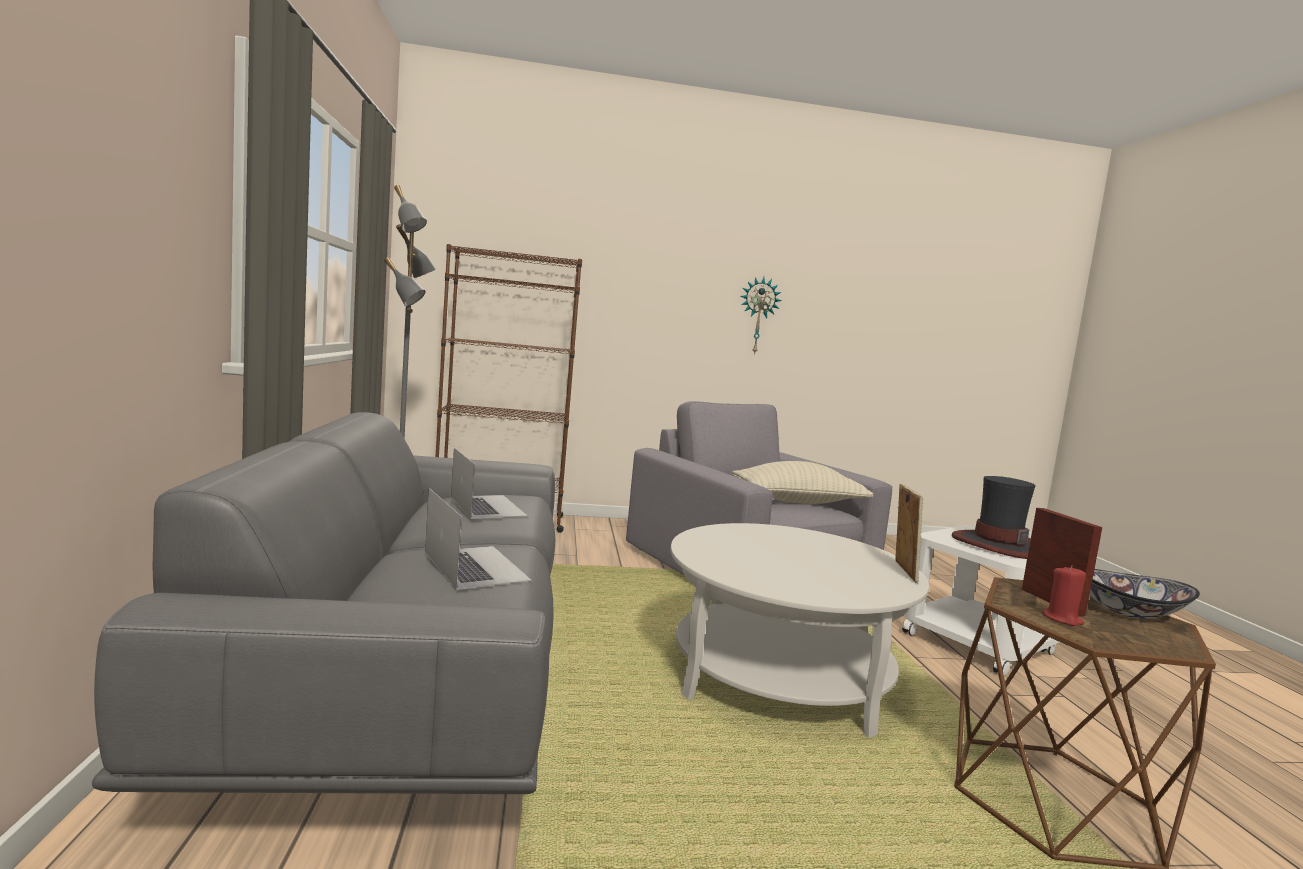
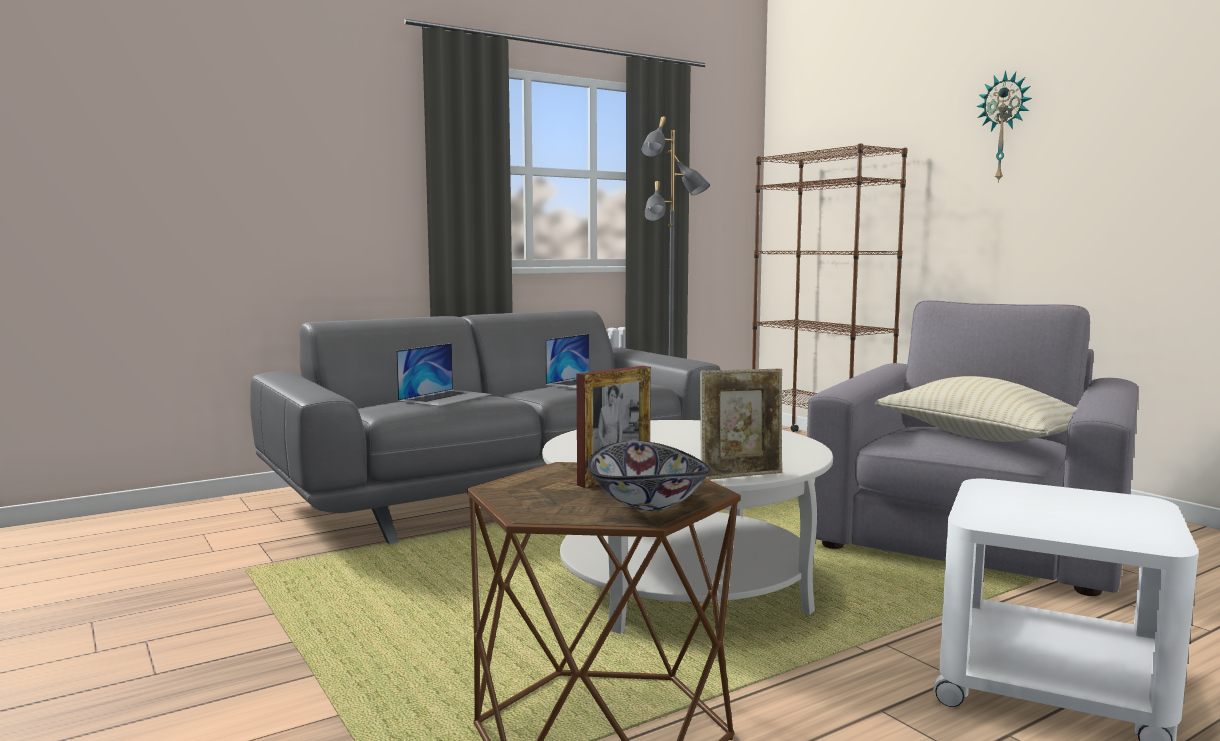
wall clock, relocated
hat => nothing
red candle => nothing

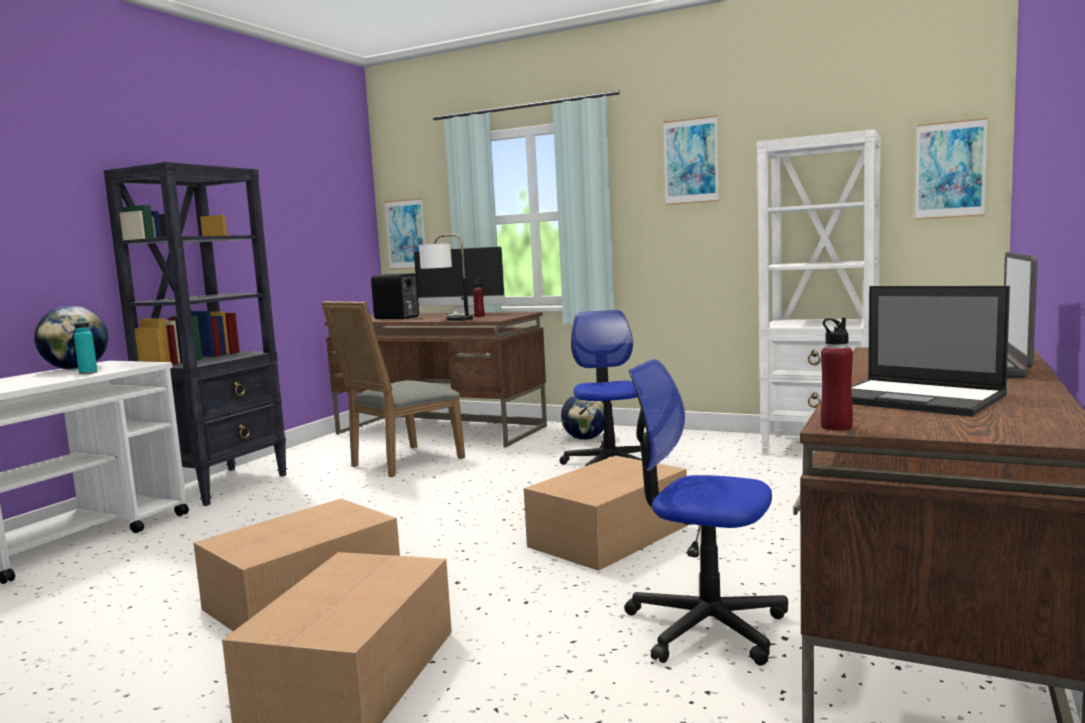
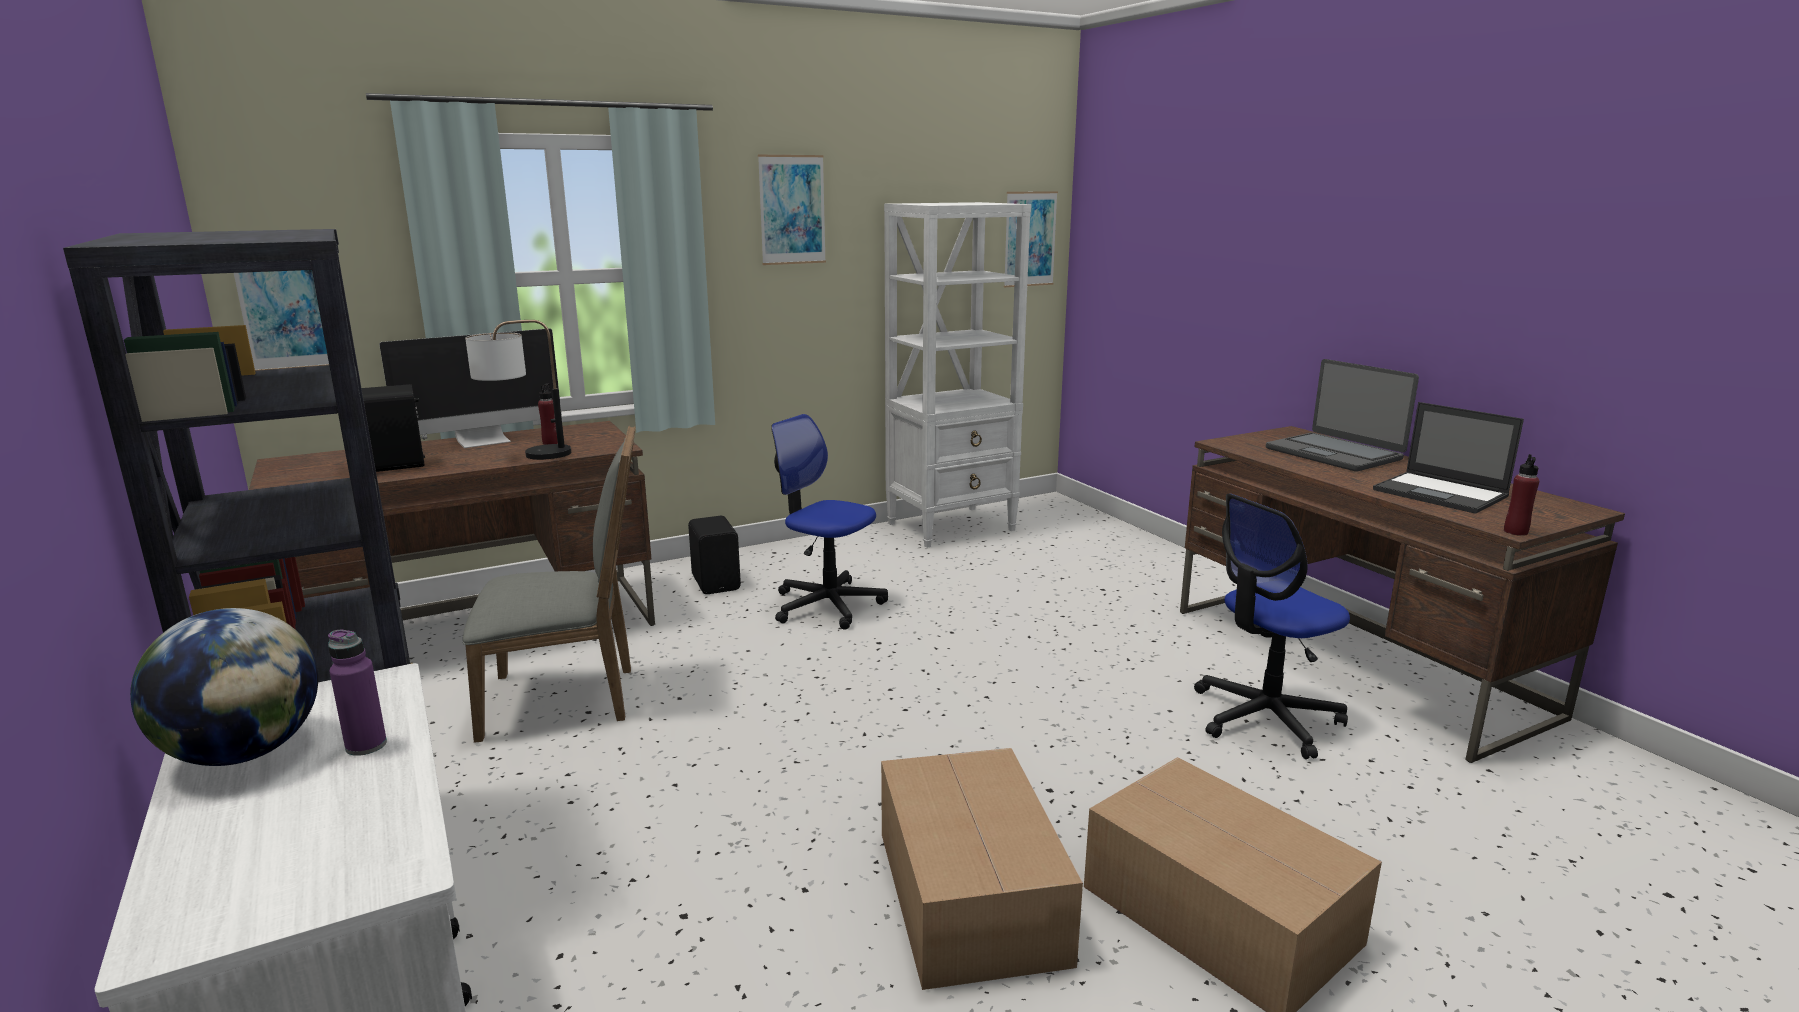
turquoise bottle => purple bottle
grey chair, 90 degrees counterclockwise
cardboard box (no. 3 from left) => nothing
globe (no. 2 from left) => black speaker (no. 2 from left)
laptop (no. 1 from left in the first image) => laptop (no. 2 from left), 60 degrees clockwise

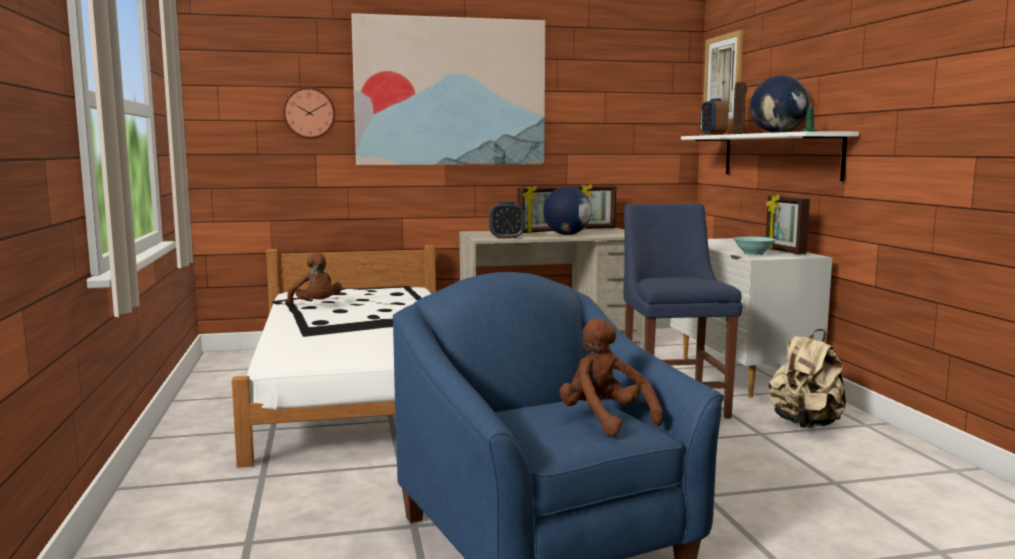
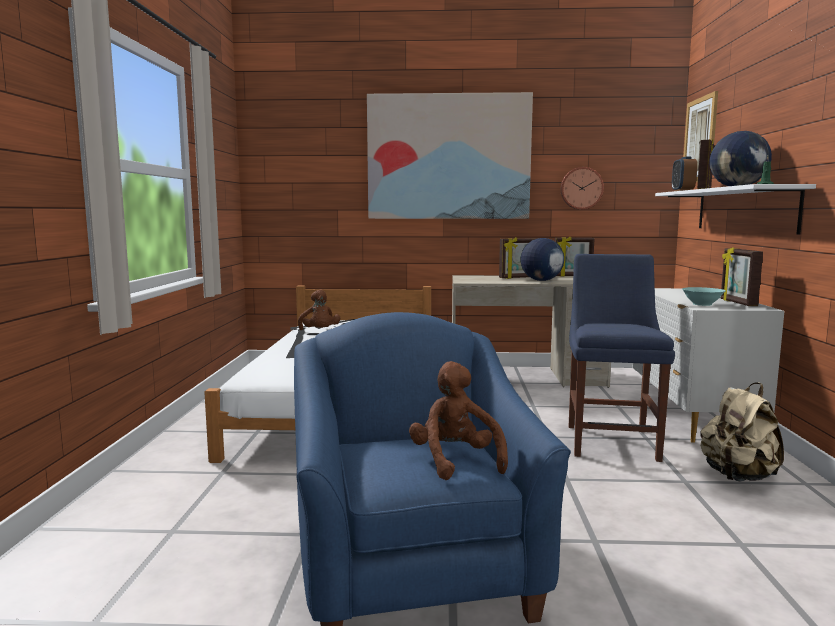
wall clock, relocated
alarm clock (no. 1 from left) => nothing

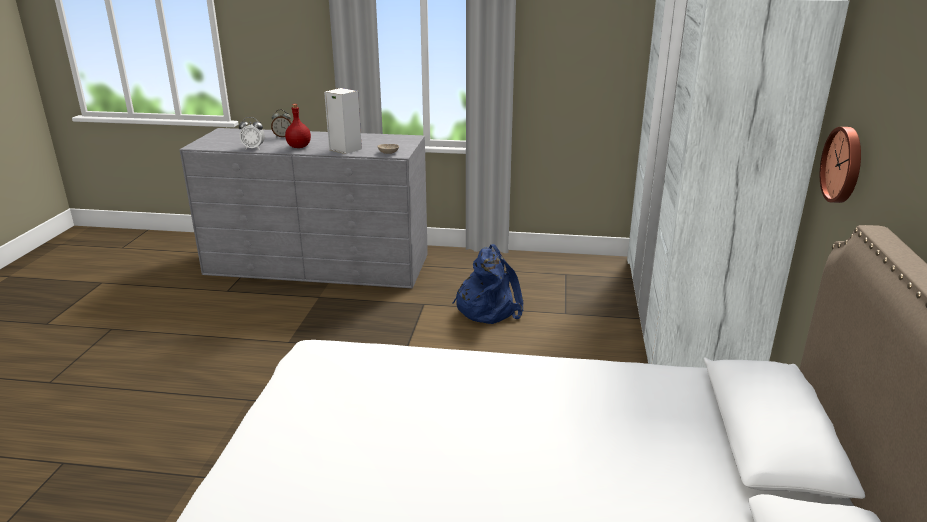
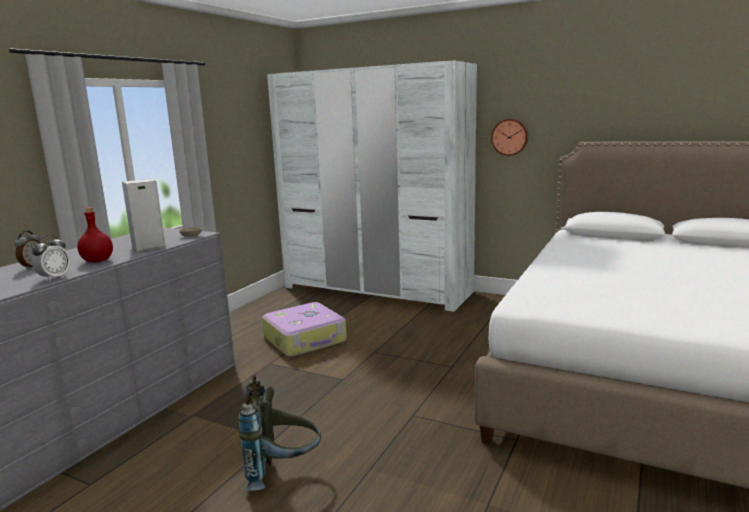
blue backpack => suitcase
nothing => grey backpack

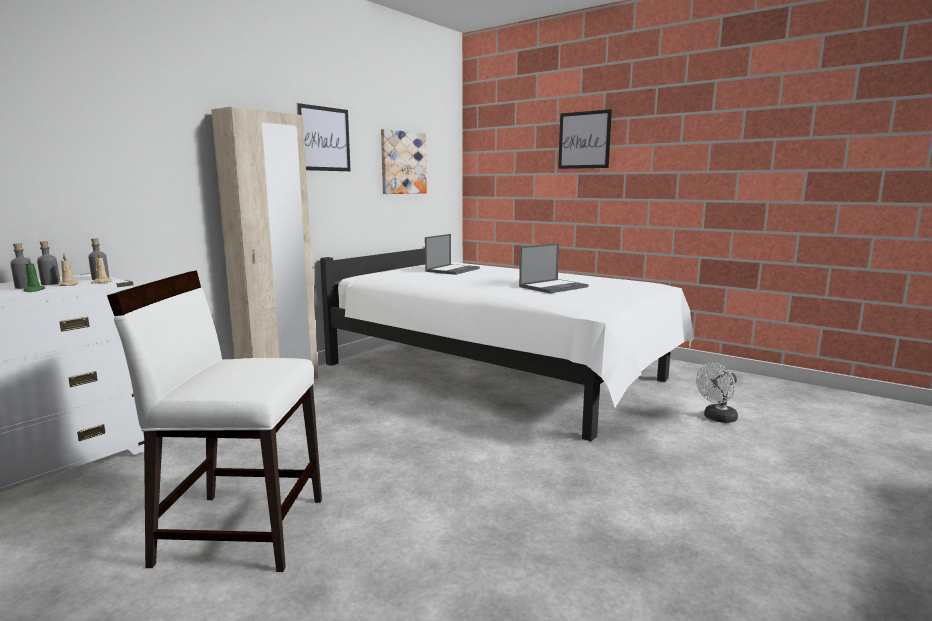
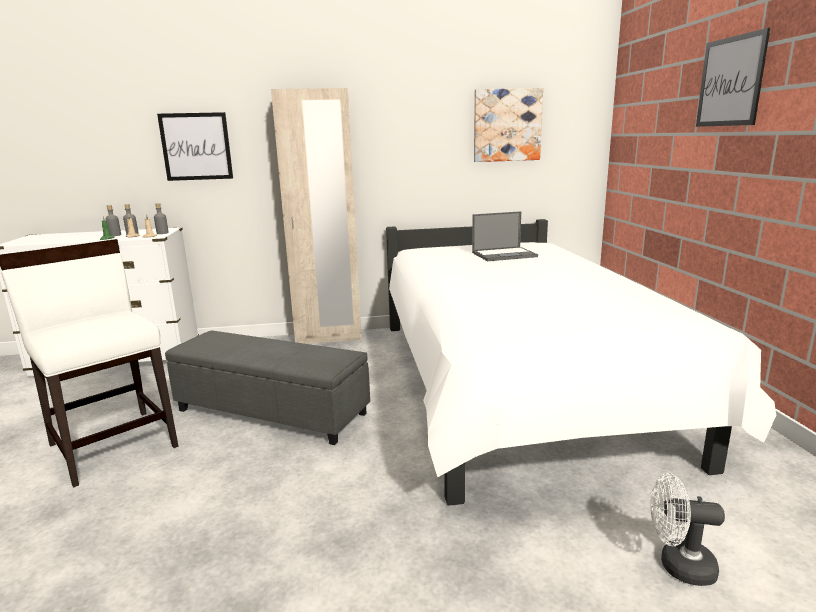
picture (no. 1 from left), relocated
laptop (no. 2 from left) => nothing
nothing => grey ottoman

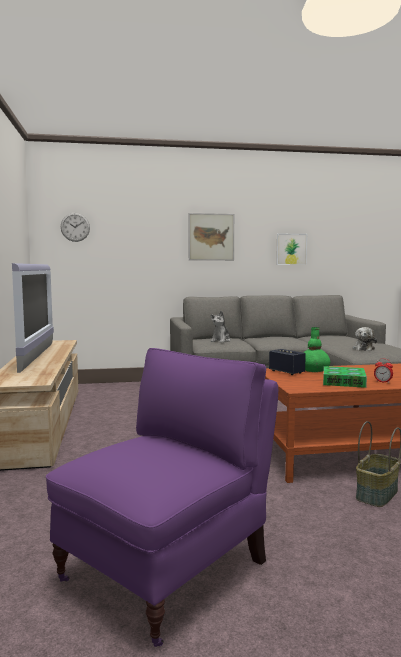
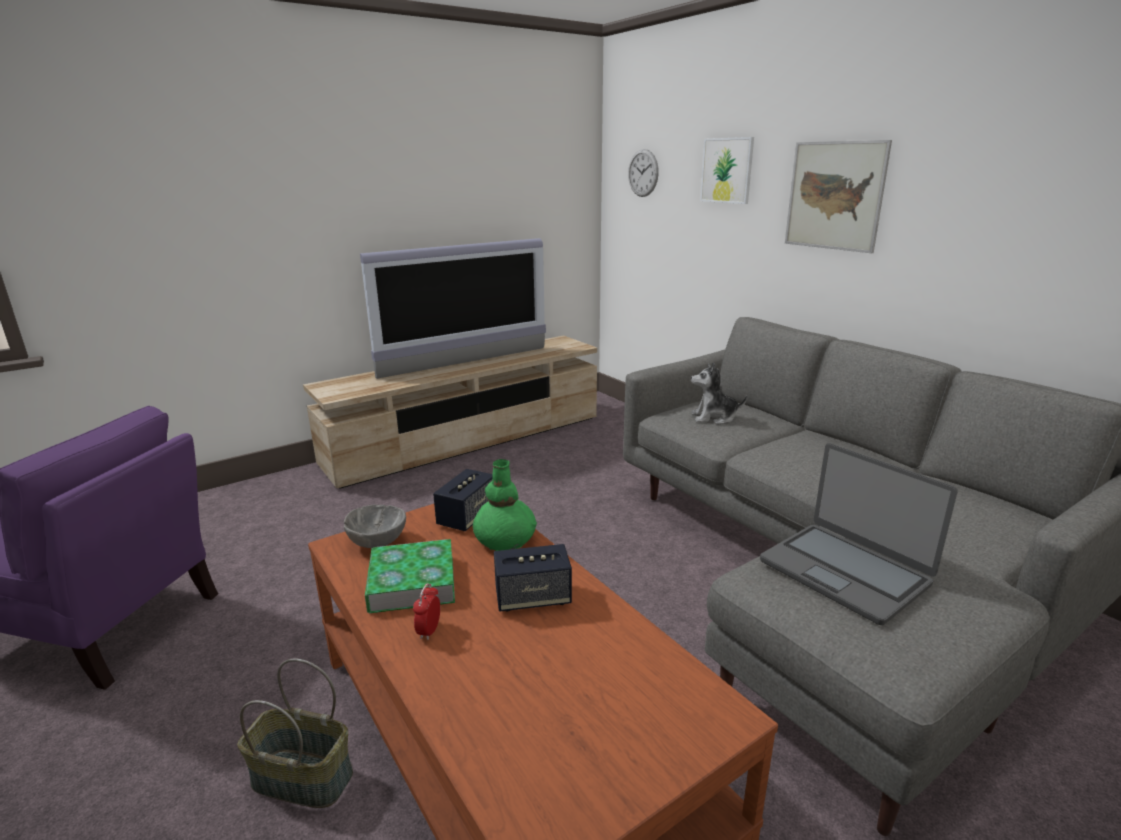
picture (no. 2 from left in the first image) => picture (no. 1 from left), relocated
plush toy (no. 2 from left) => laptop
nothing => grey bowl
nothing => speaker (no. 2 from left)

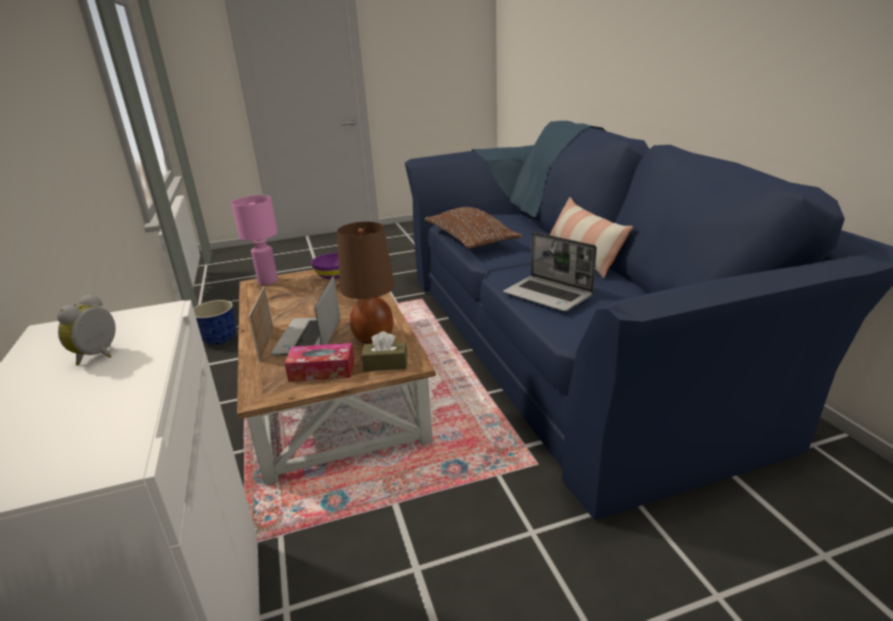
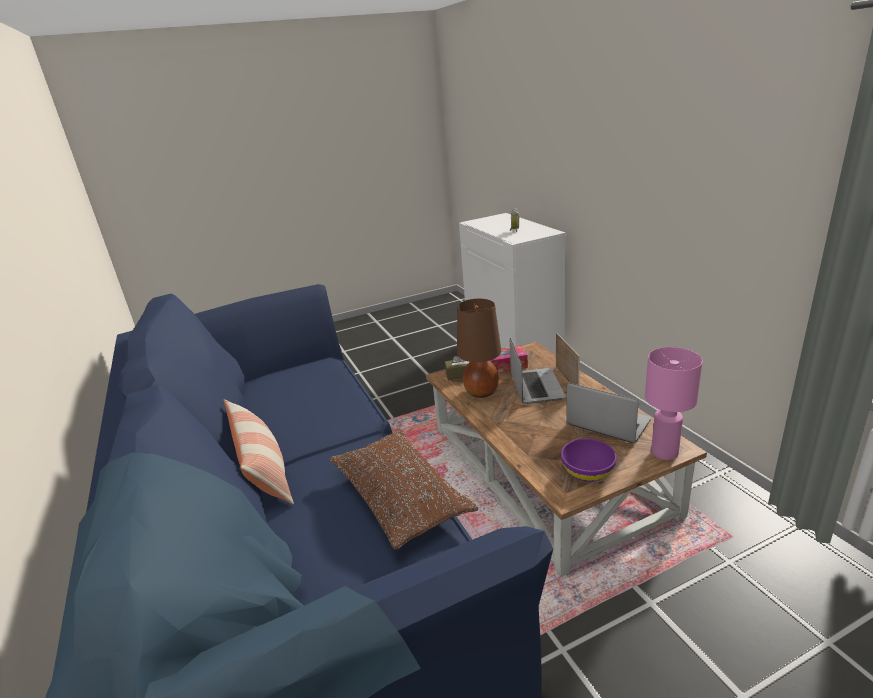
planter => nothing
laptop (no. 2 from left), relocated

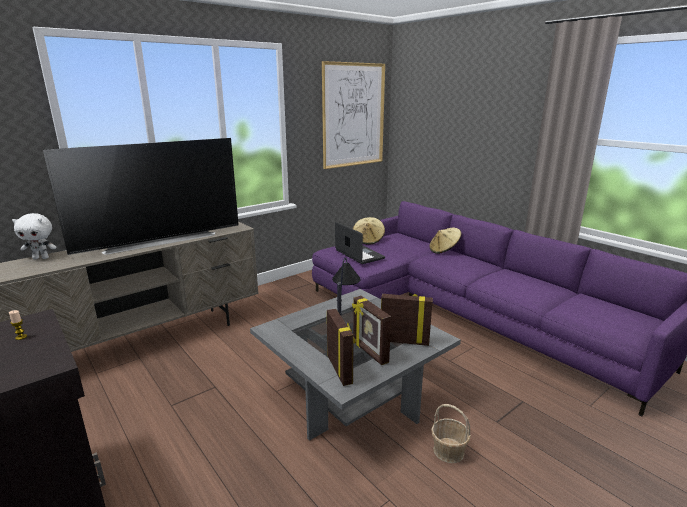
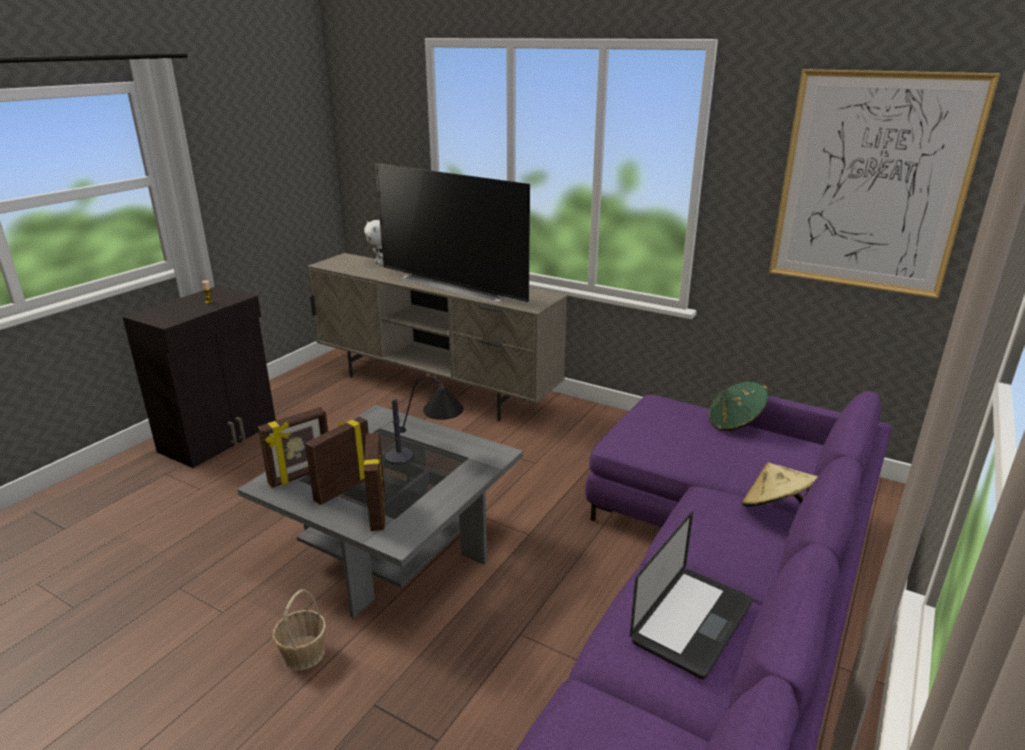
laptop, relocated
beige hat (no. 1 from left) => green hat

